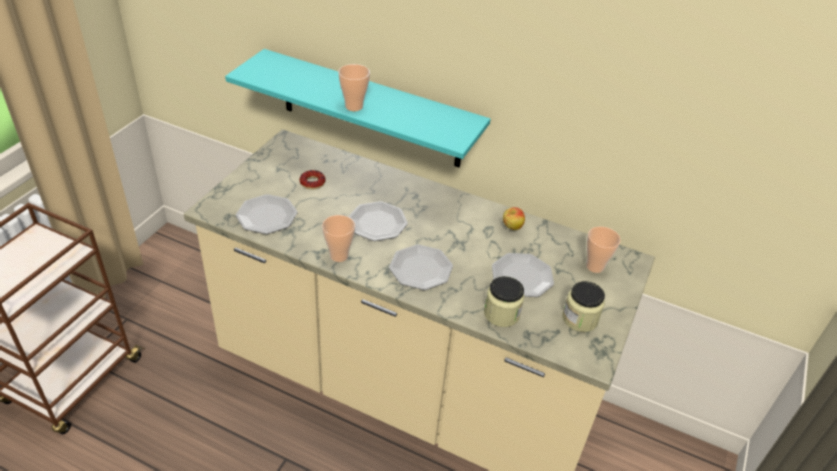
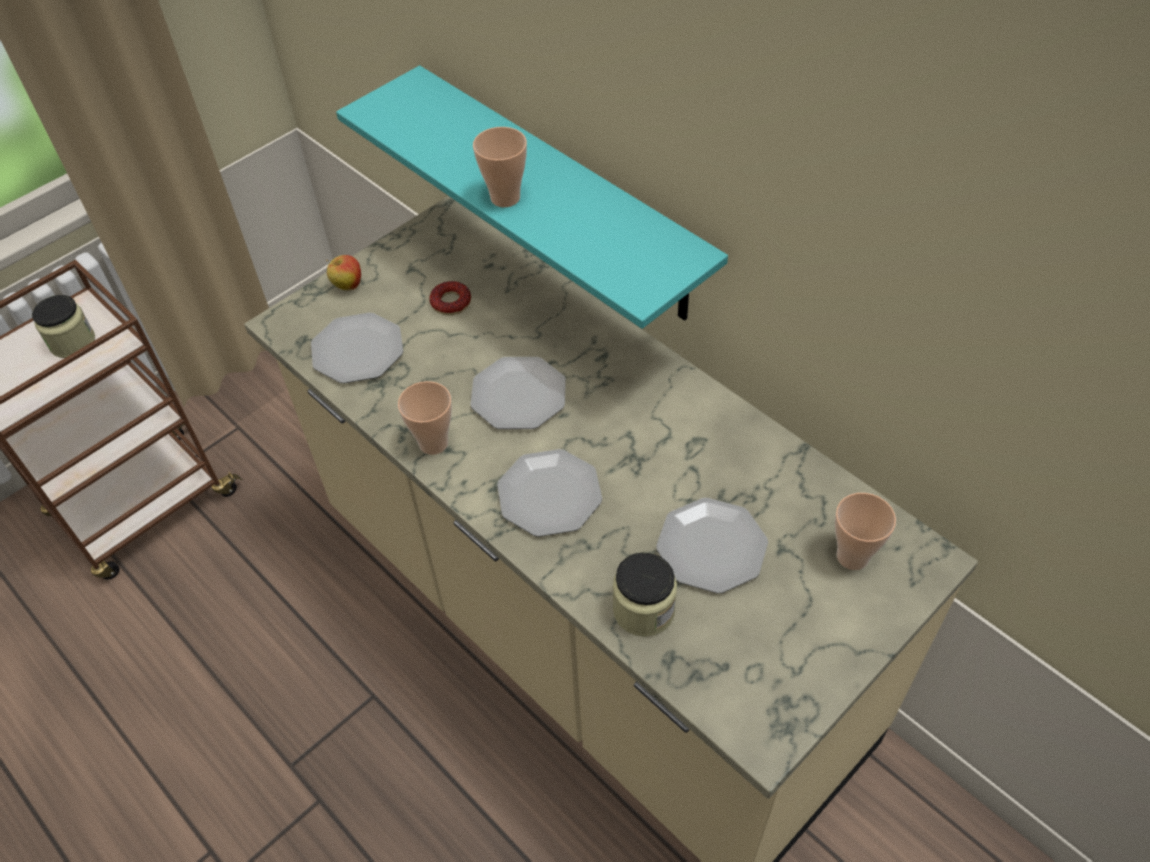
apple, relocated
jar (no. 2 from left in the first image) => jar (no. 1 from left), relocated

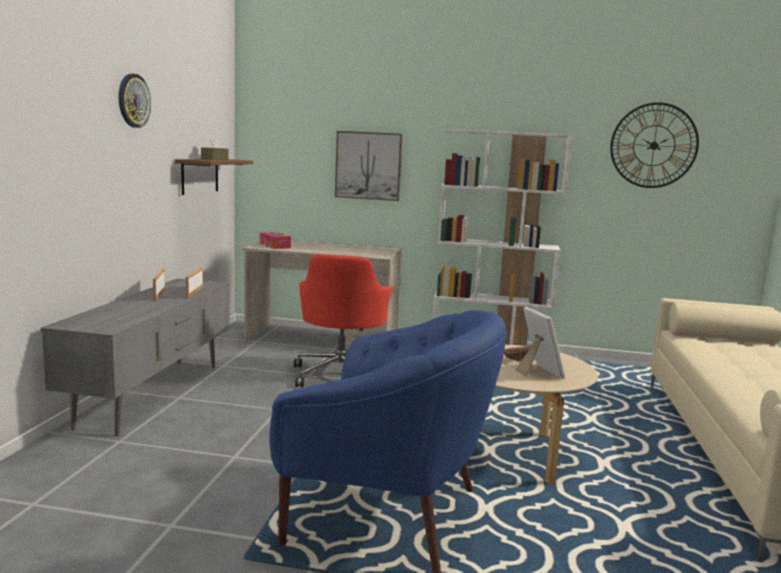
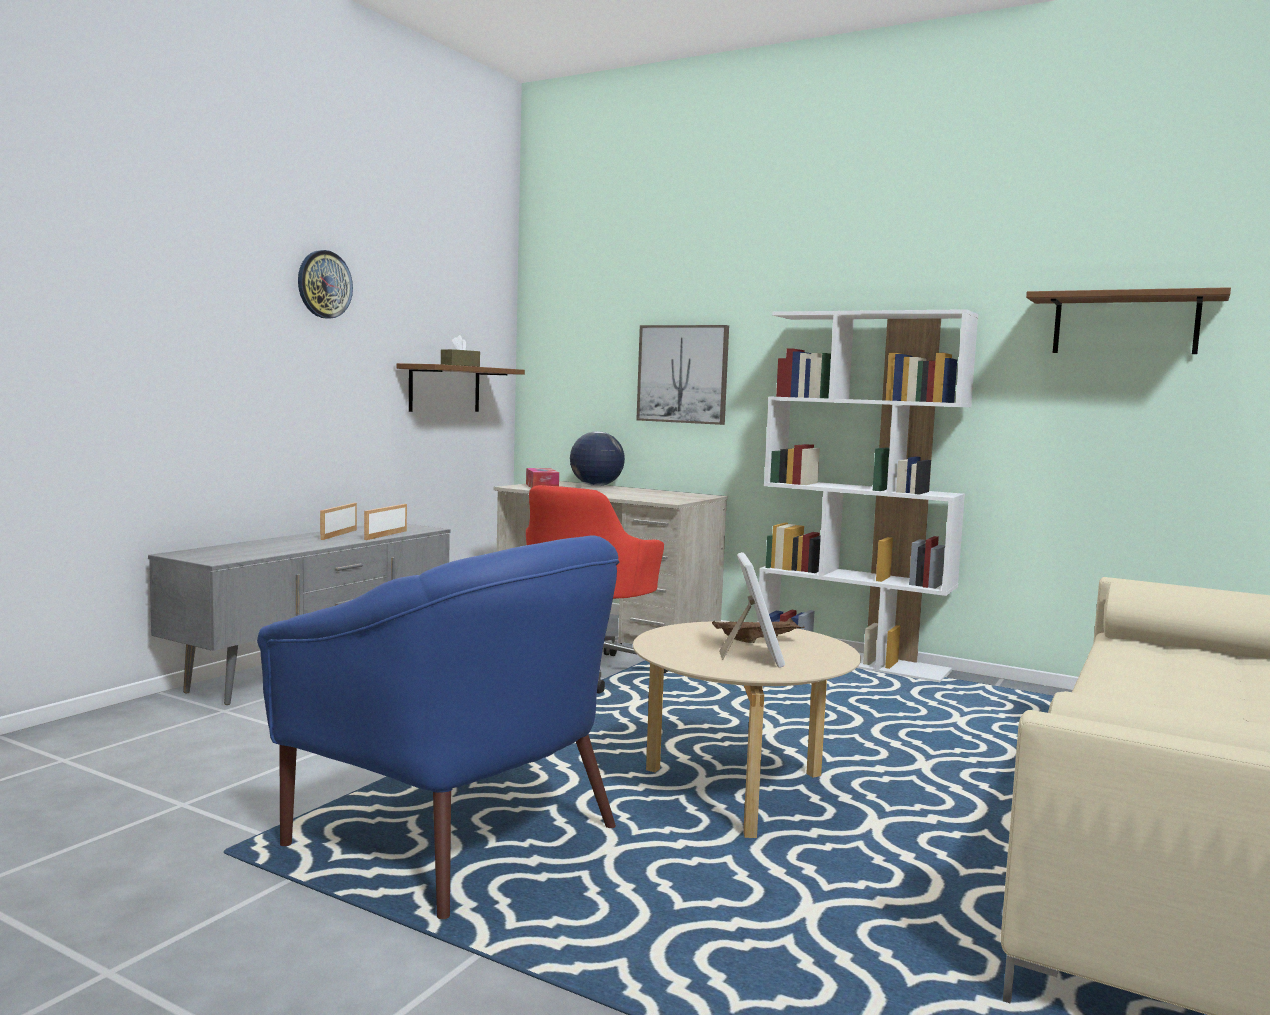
wall clock (no. 2 from left) => brown shelf (no. 2 from left)
nothing => globe

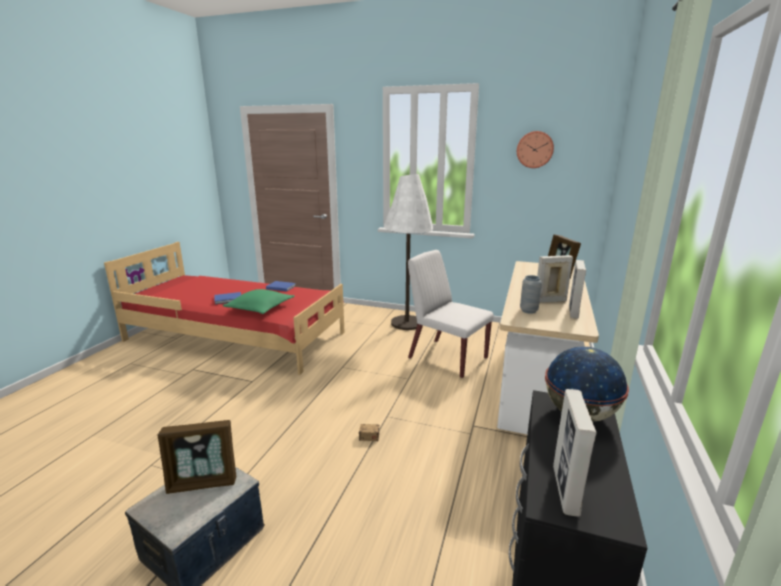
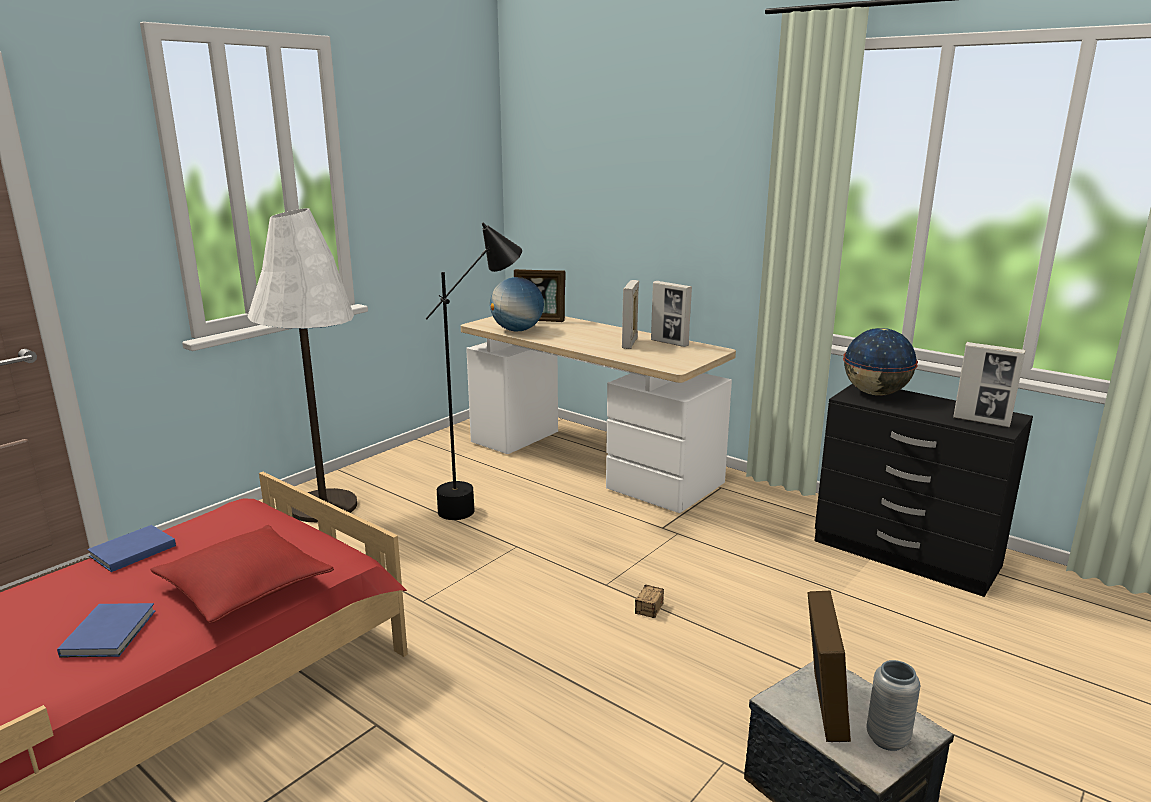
green pillow => red pillow
white chair => black floor lamp
wall clock => nothing
grey vase, relocated
nothing => globe (no. 1 from left)

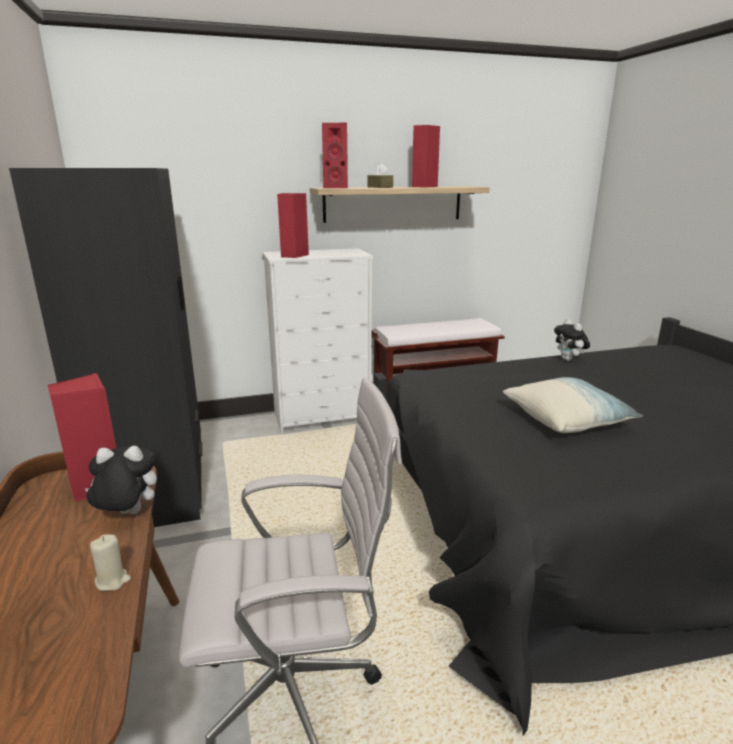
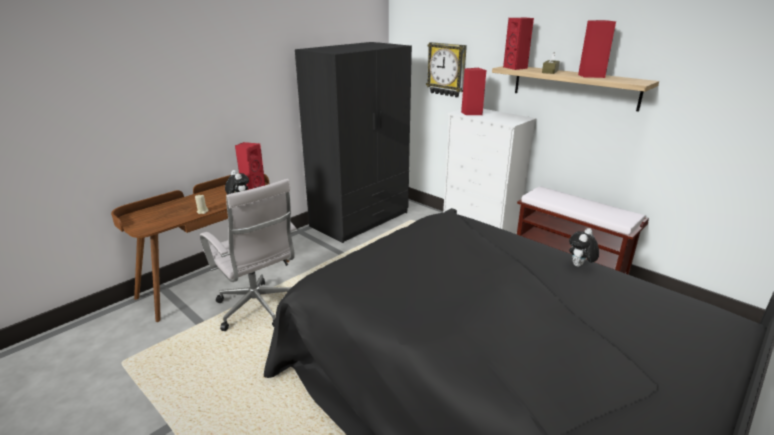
pillow => nothing
nothing => wall clock

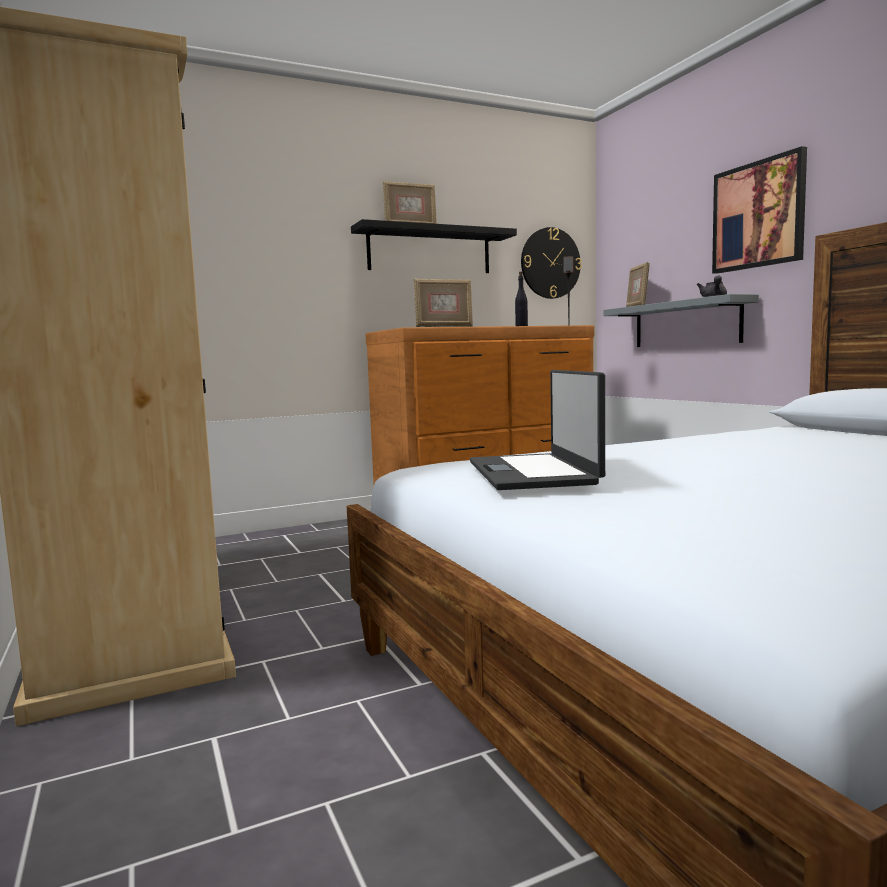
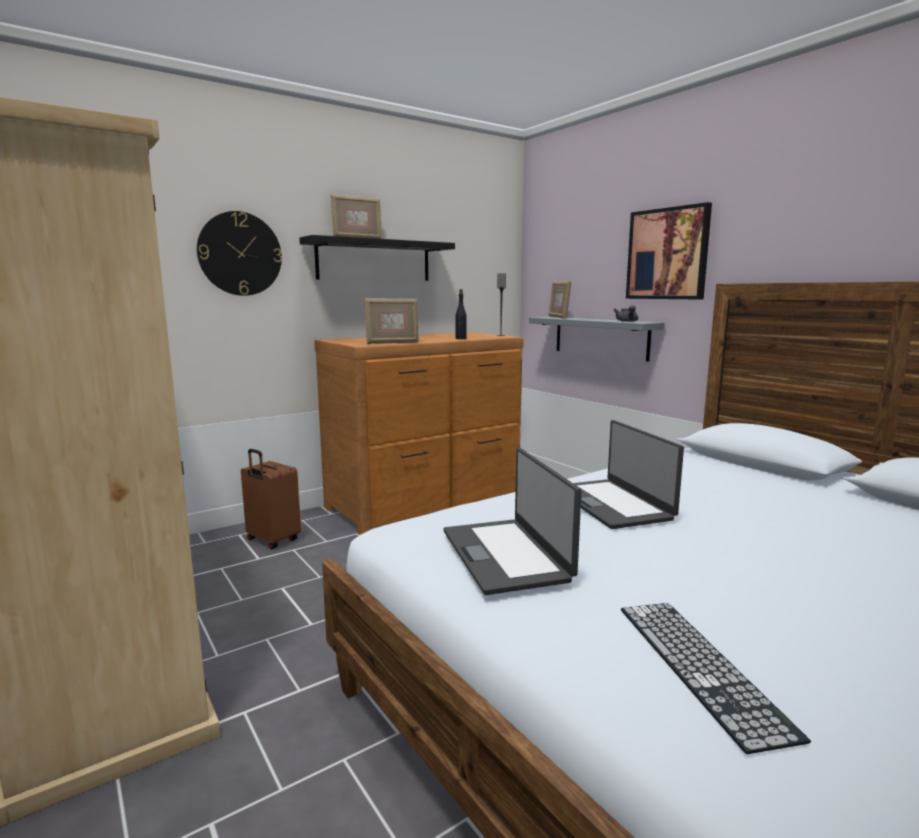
wall clock, relocated
nothing => brown suitcase
nothing => laptop (no. 2 from left)
nothing => keyboard

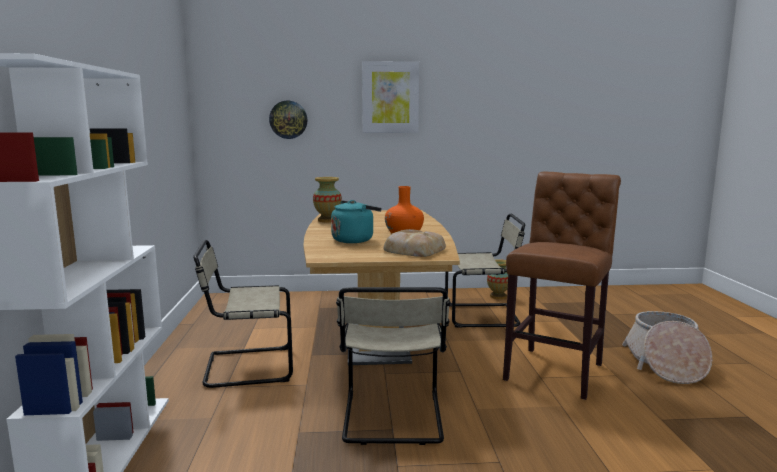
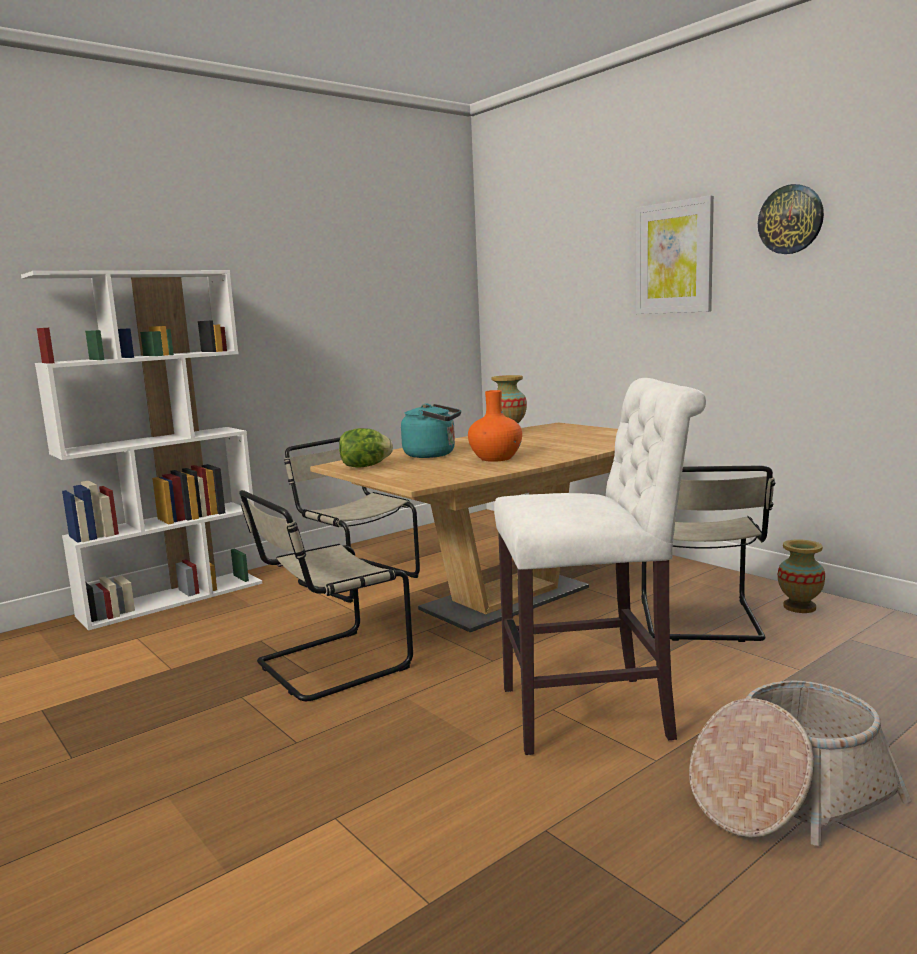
wall clock, relocated
bread => nothing
beige chair (no. 3 from left), 45 degrees clockwise
brown stool => white stool
nothing => lettuce

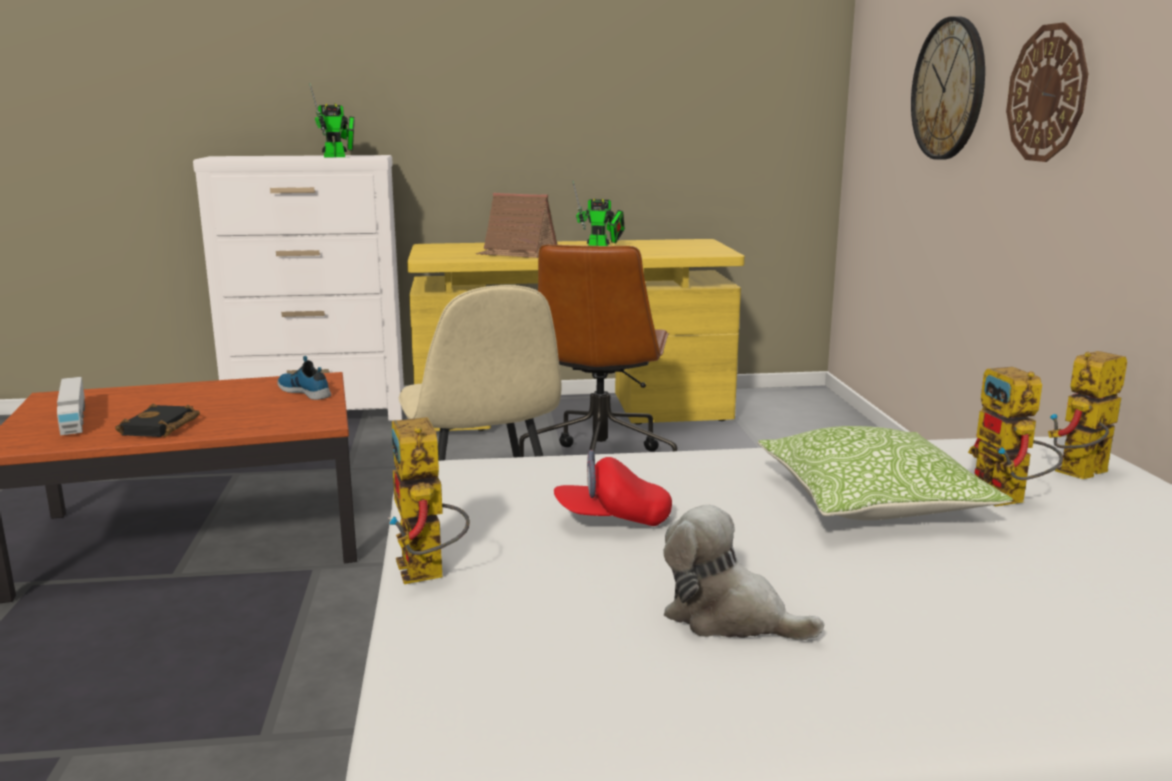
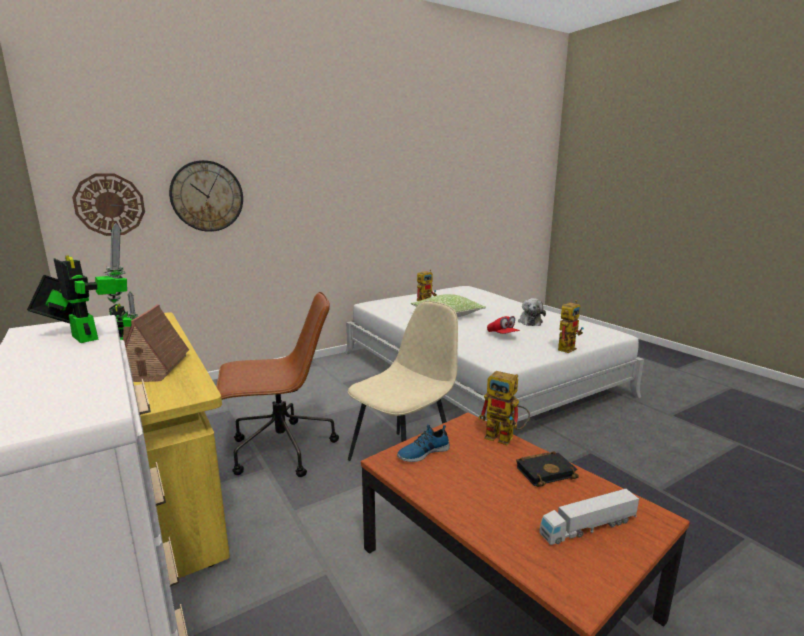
toy truck, 150 degrees counterclockwise
shoe, 45 degrees clockwise
wall clock (no. 2 from left in the first image) => wall clock (no. 1 from left), relocated
toy robot (no. 5 from left in the first image) => toy robot (no. 4 from left), relocated

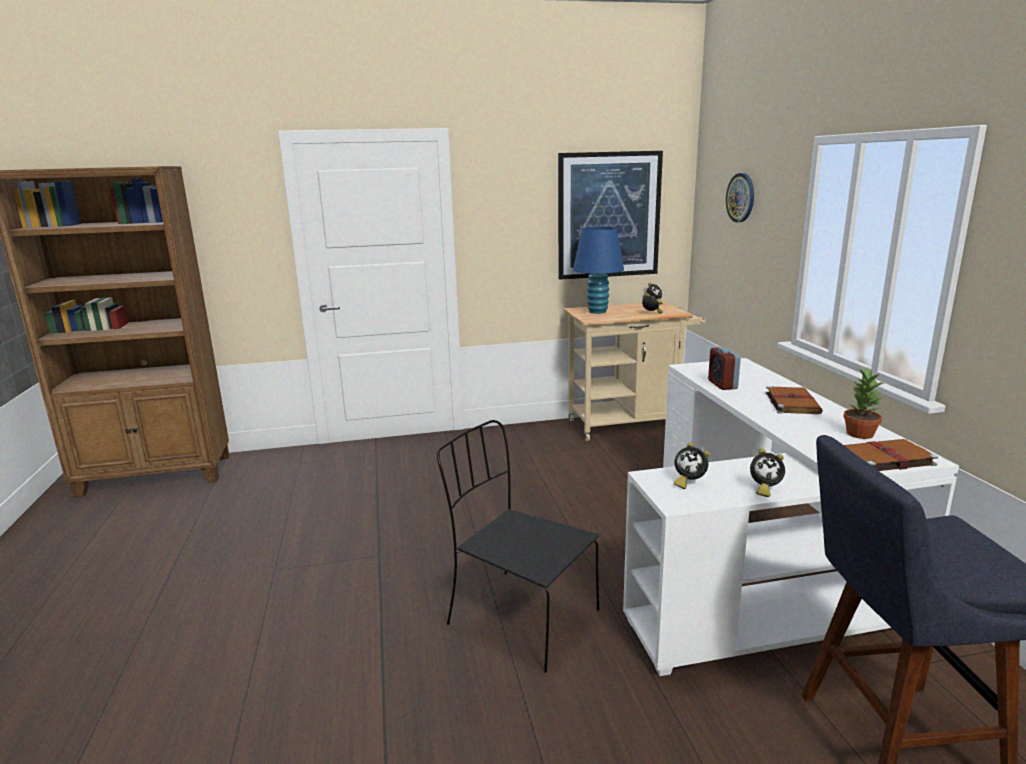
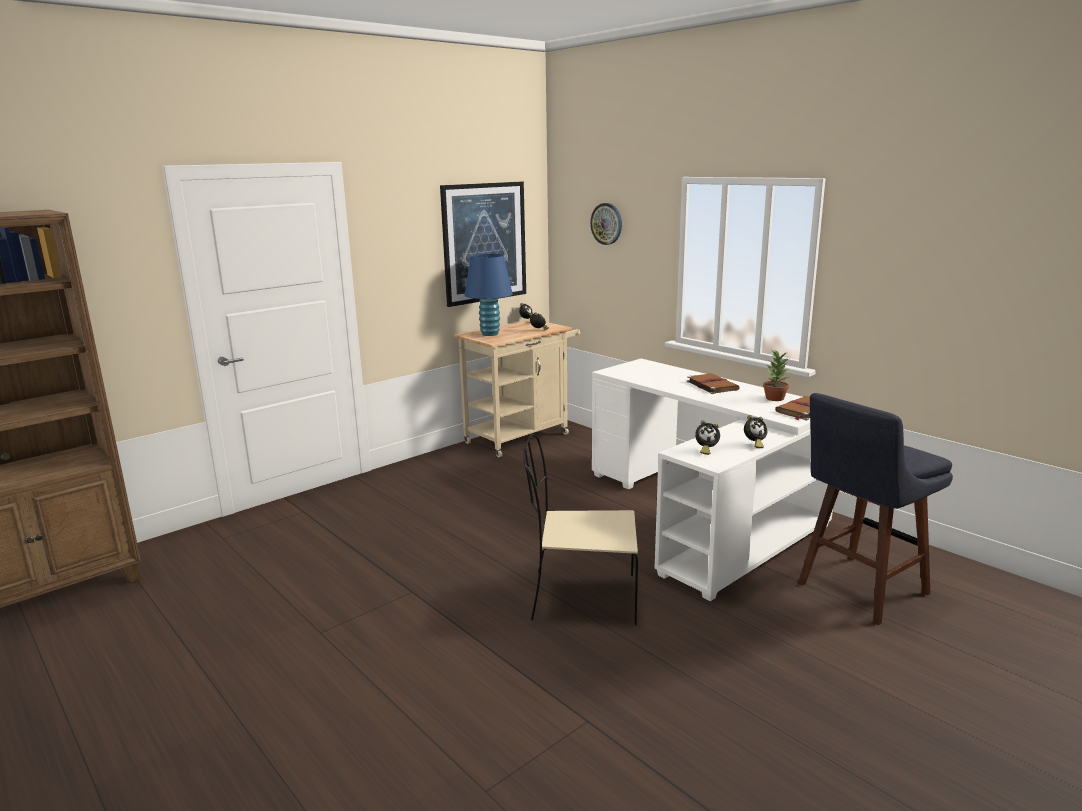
black chair => beige chair
alarm clock (no. 4 from left) => nothing

